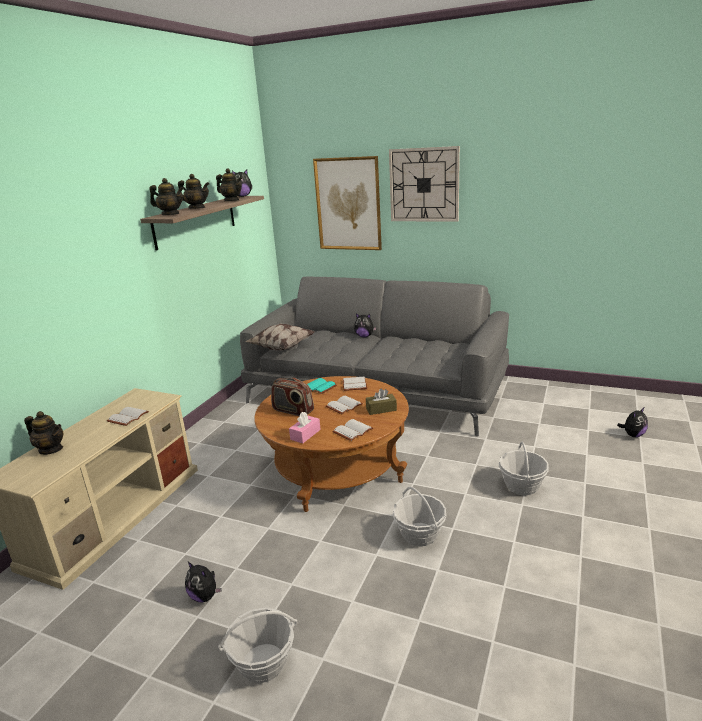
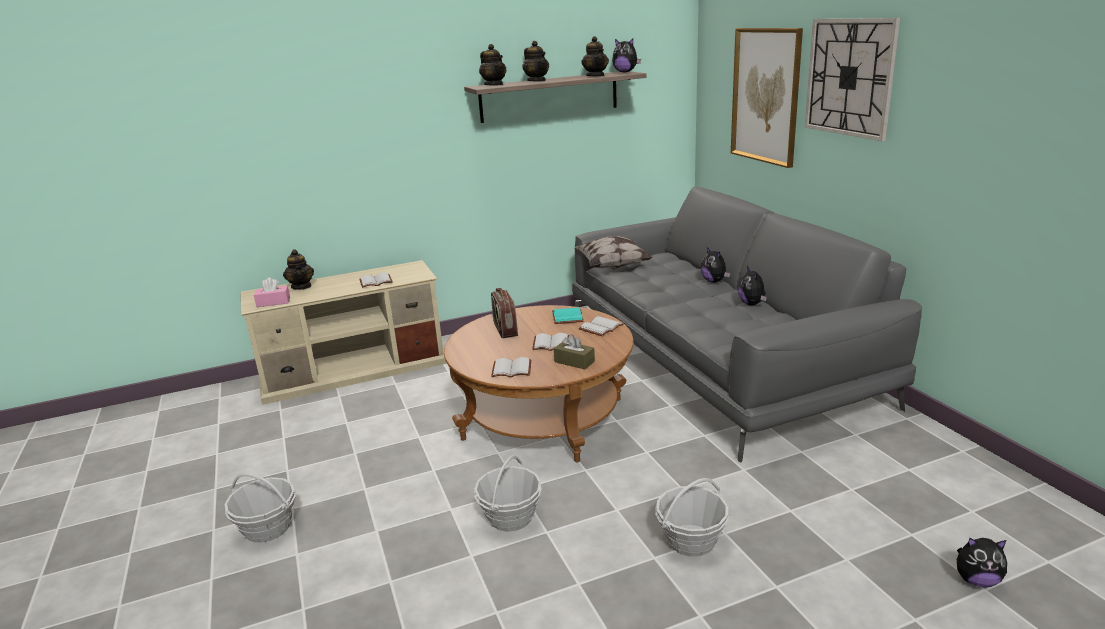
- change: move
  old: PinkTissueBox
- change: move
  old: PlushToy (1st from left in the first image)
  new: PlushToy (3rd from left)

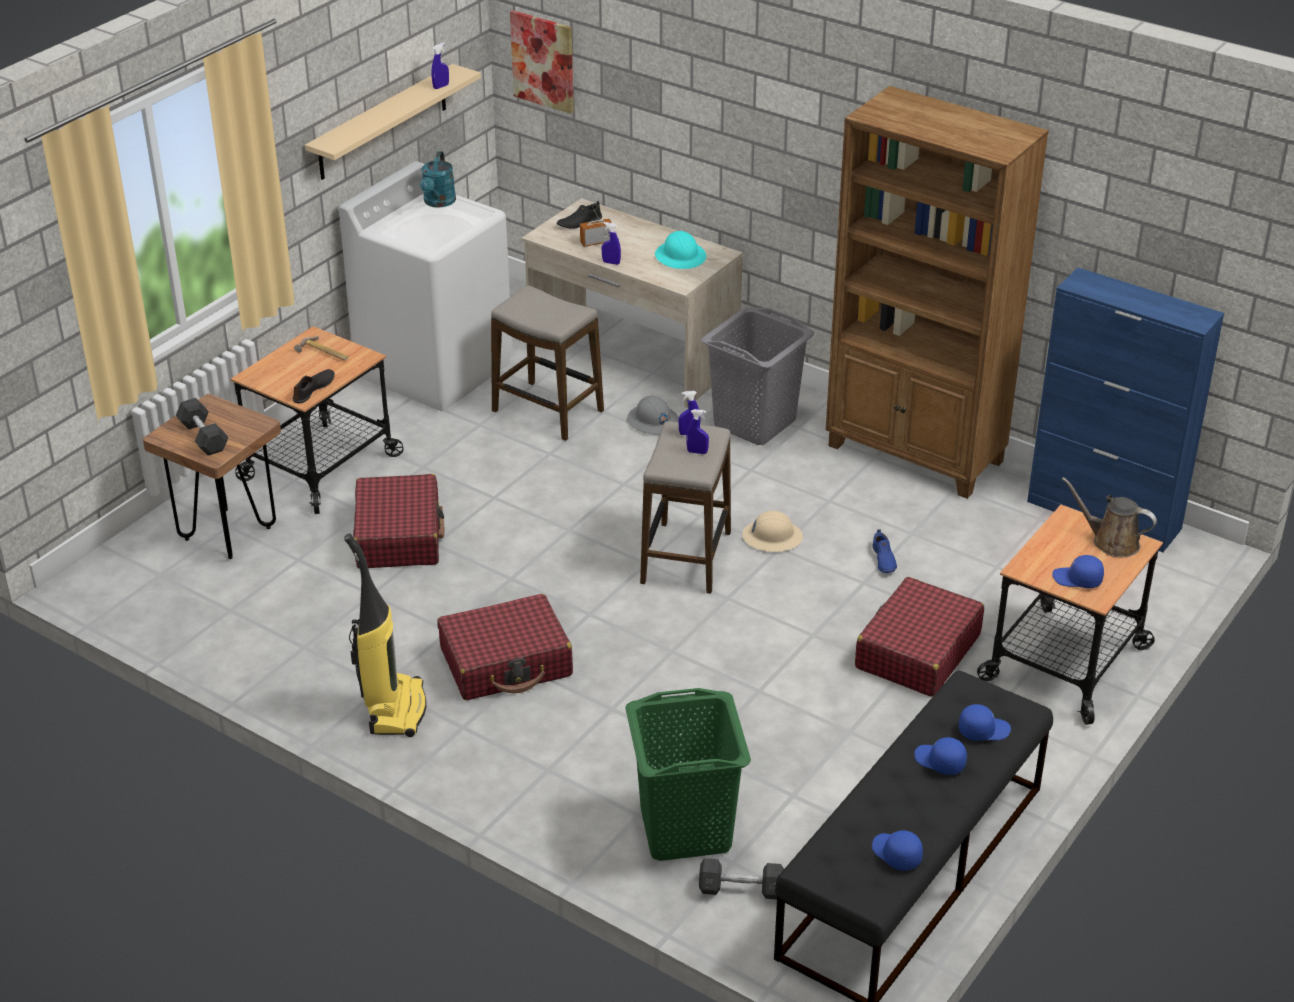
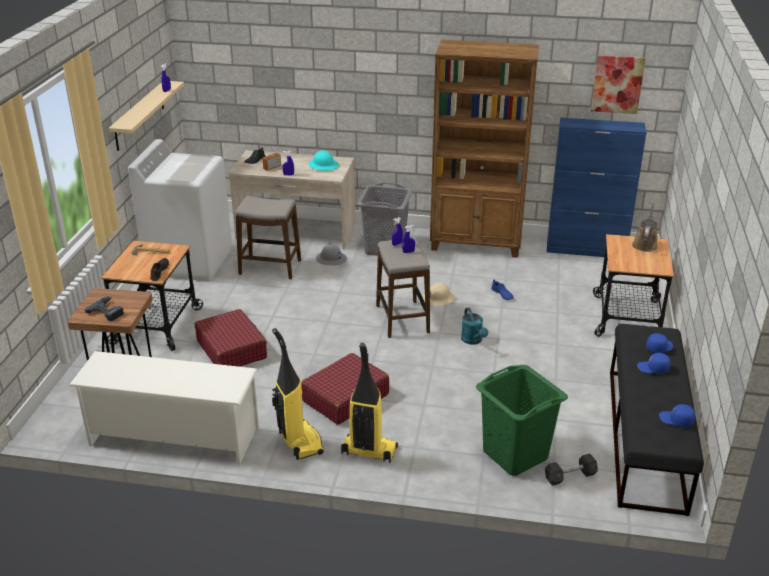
- change: insert
  new: WhiteShoeRack
- change: replace
  old: GreyDumbbell (1st from left)
  new: PowerDrill
- change: insert
  new: VacuumCleaner (2nd from left)
- change: move
  old: TurquoiseWateringCan
- change: move
  old: Picture
- change: rotate
  old: BrownWateringCan
  degrees: 105
- change: delete
  old: RedSuitcase (3rd from left)
- change: delete
  old: BlueCap (4th from left)

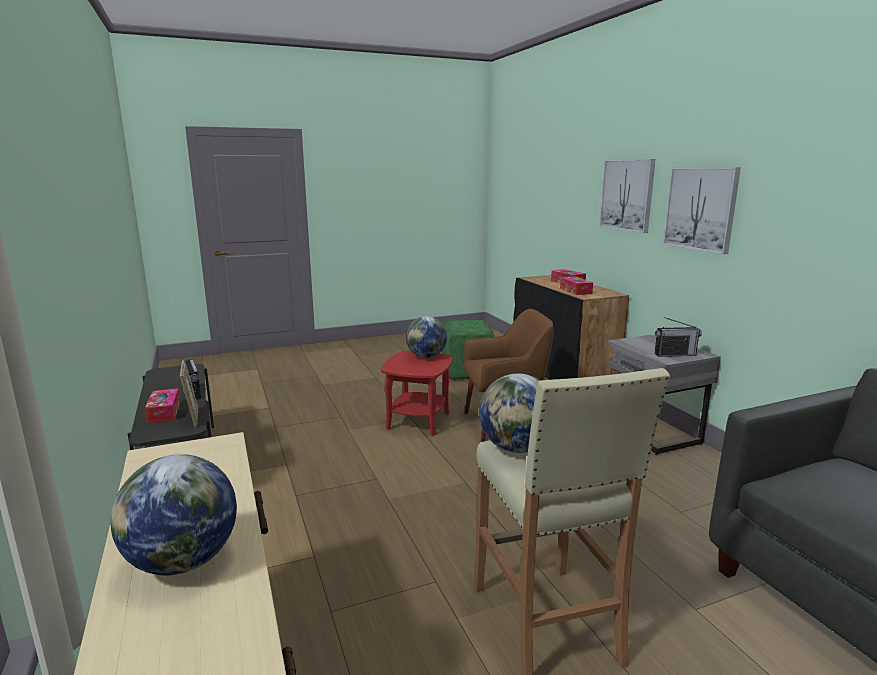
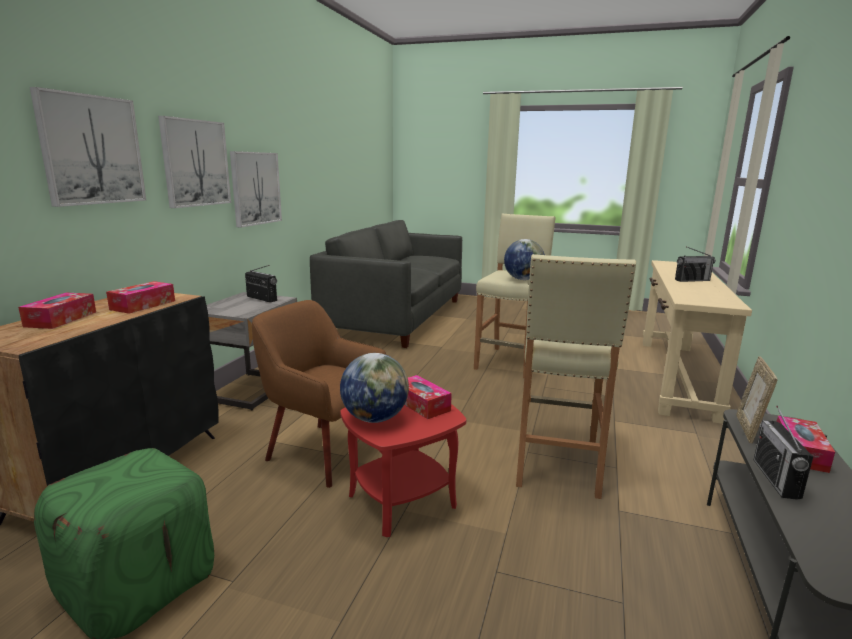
- change: insert
  new: Picture (3rd from left)
- change: insert
  new: TissueBox (3rd from left)
- change: insert
  new: BeigeStool (2nd from left)
- change: replace
  old: Globe (1st from left)
  new: Radio (2nd from left)

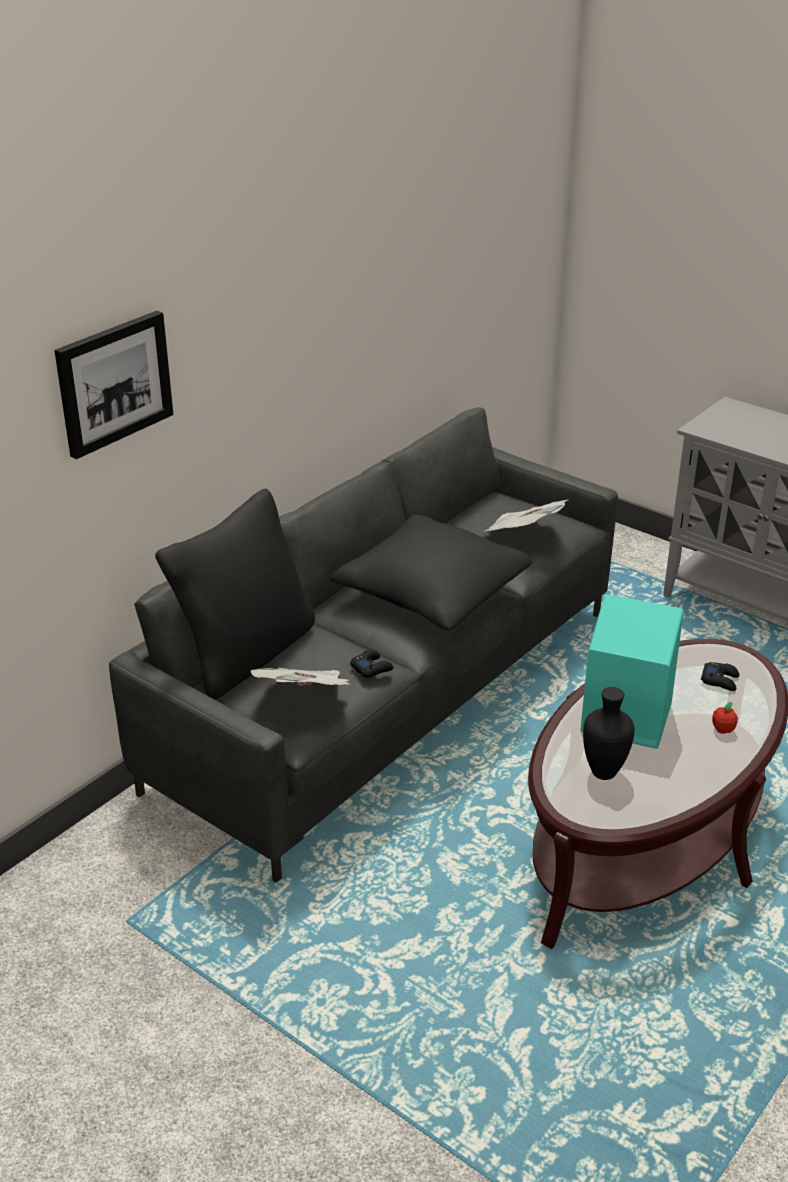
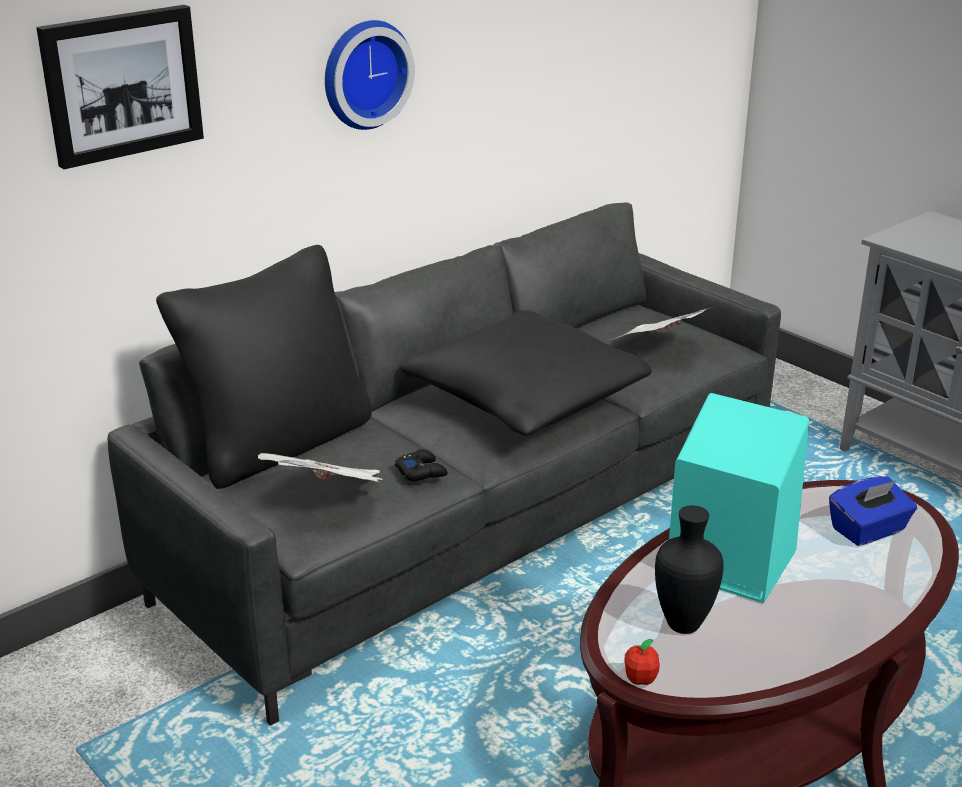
- change: insert
  new: WallClock
- change: move
  old: Apple
- change: replace
  old: BlackGameController (2nd from left)
  new: BlueTissueBox

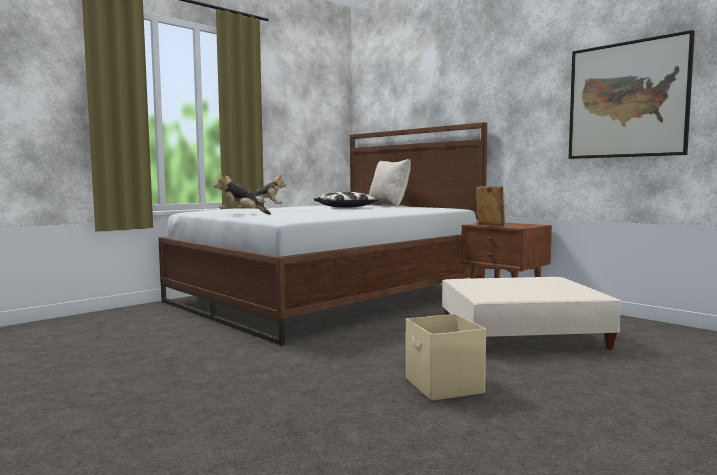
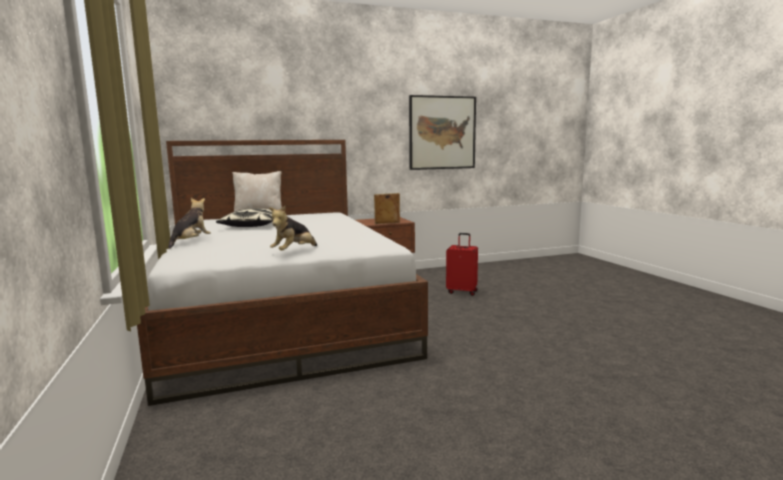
- change: replace
  old: BeigeOttoman
  new: RedSuitcase
- change: delete
  old: BeigeStorageBox

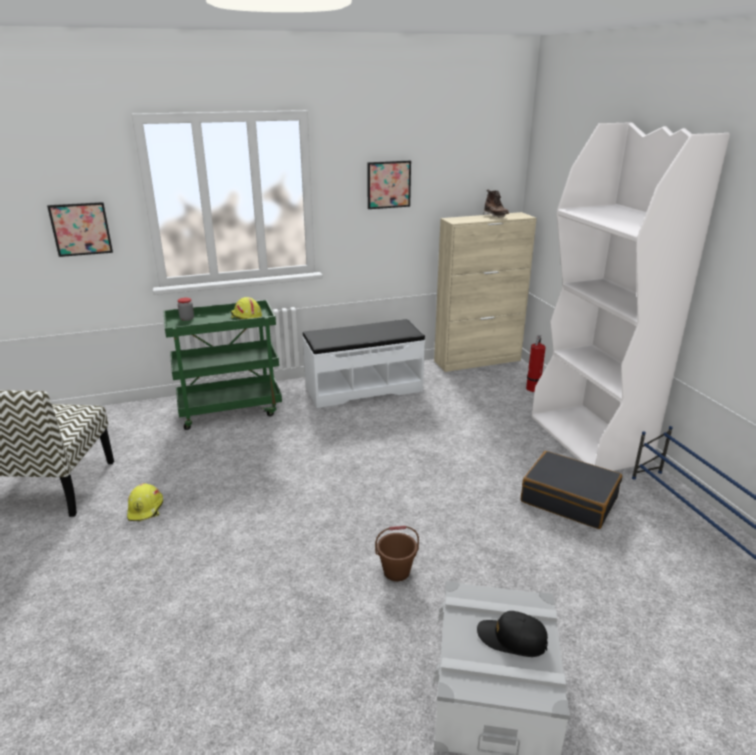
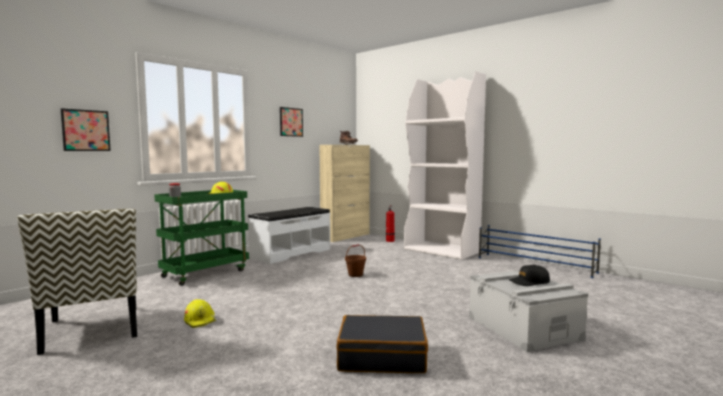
- change: move
  old: BlackSuitcase
- change: move
  old: BrownBucket

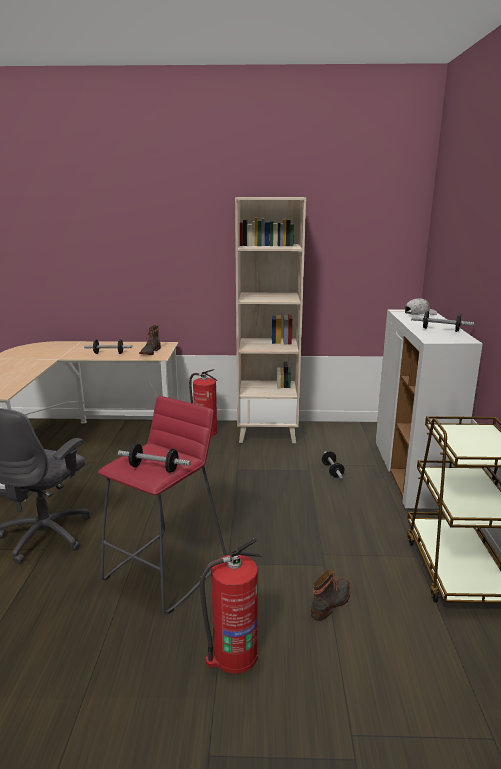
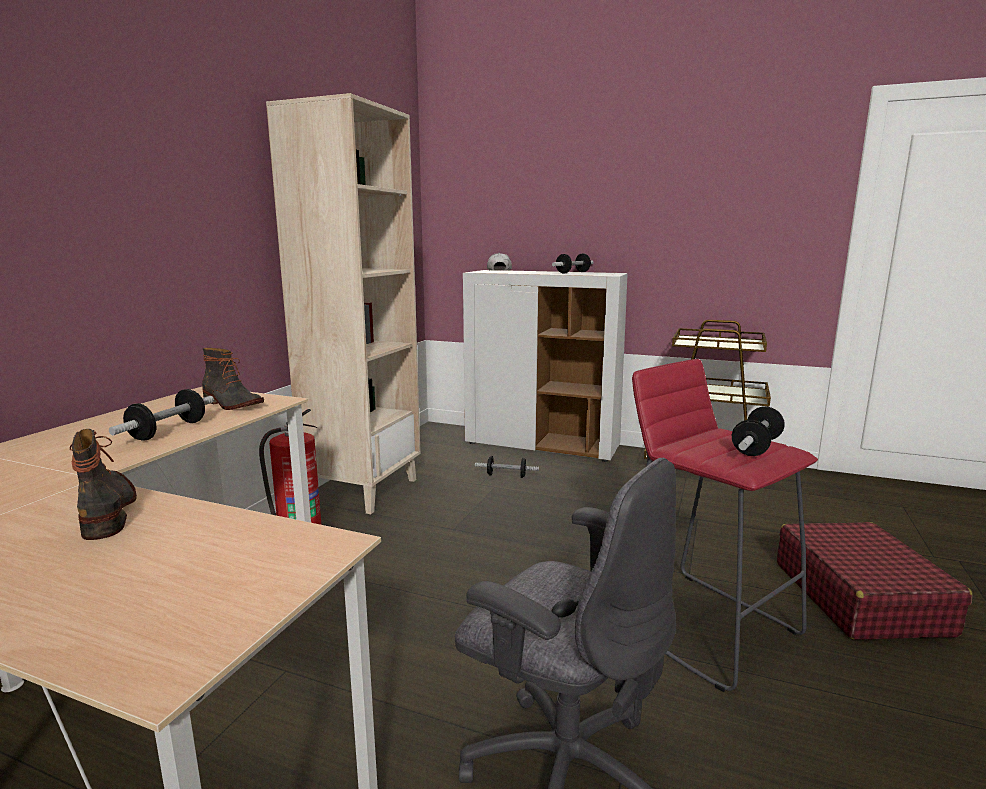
- change: move
  old: Boot (2nd from left in the first image)
  new: Boot (1st from left)
- change: replace
  old: FireExtinguisher (2nd from left)
  new: RedSuitcase

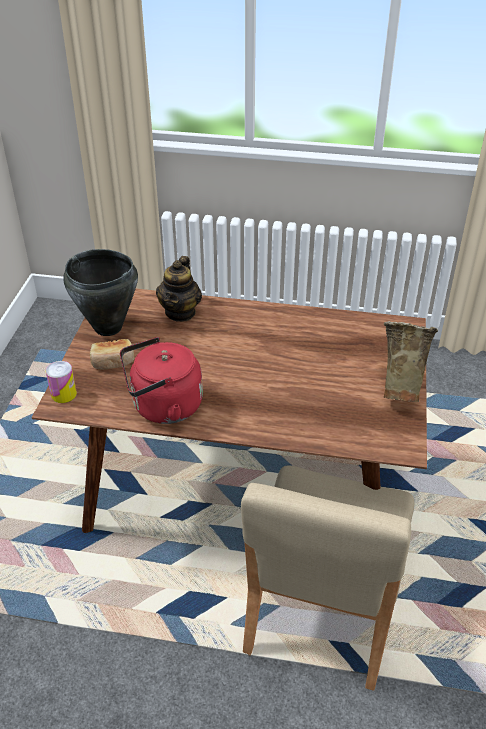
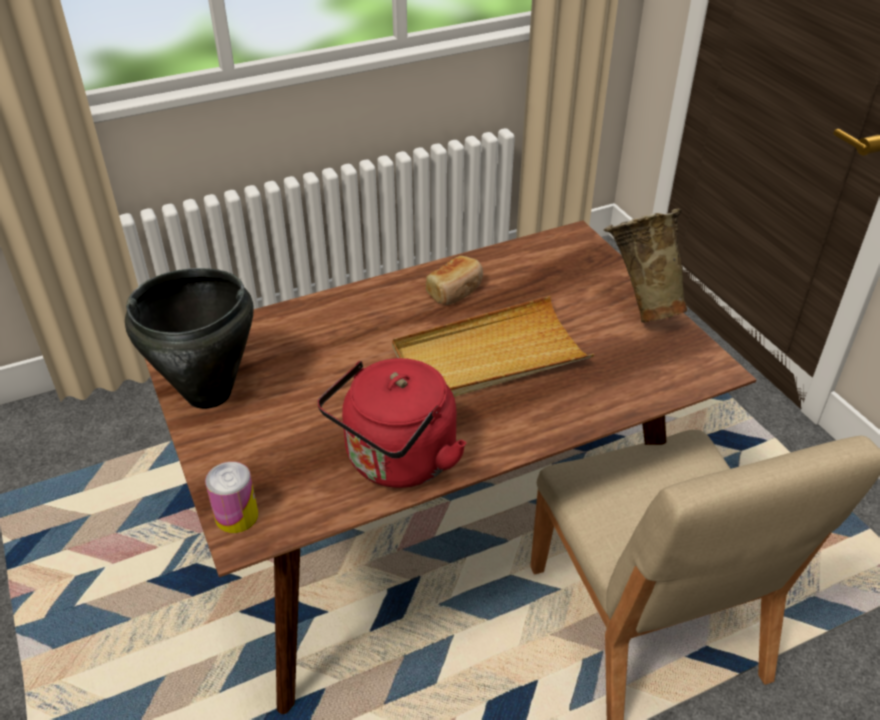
- change: insert
  new: BeigeTray
- change: move
  old: Bread
- change: delete
  old: Teapot

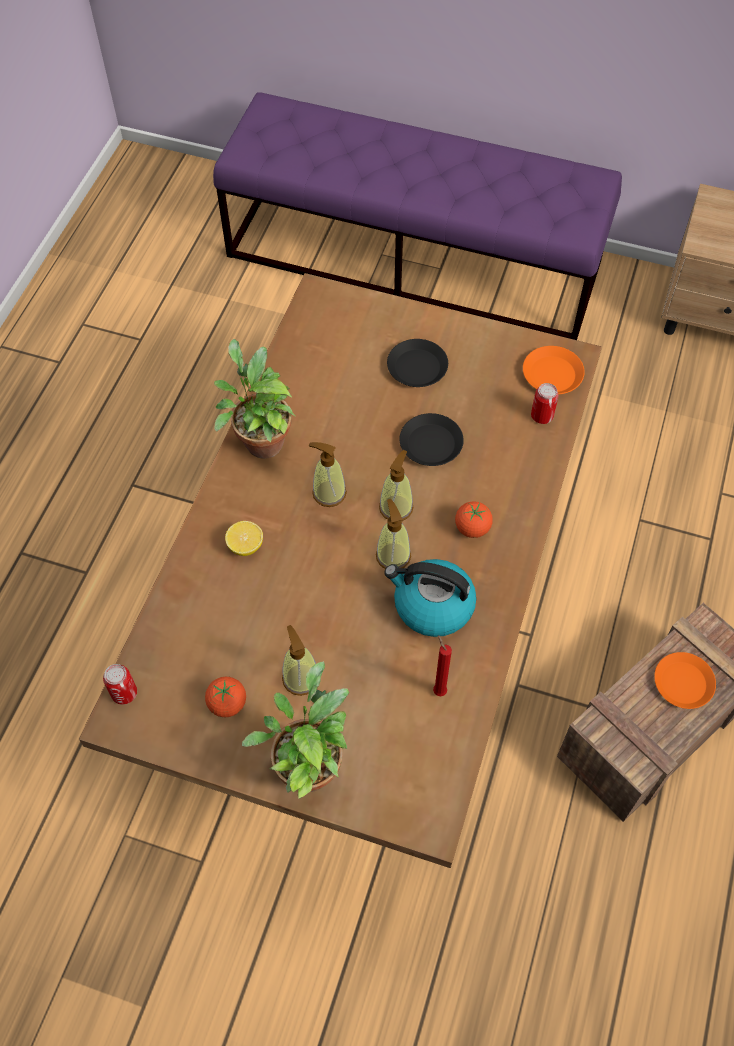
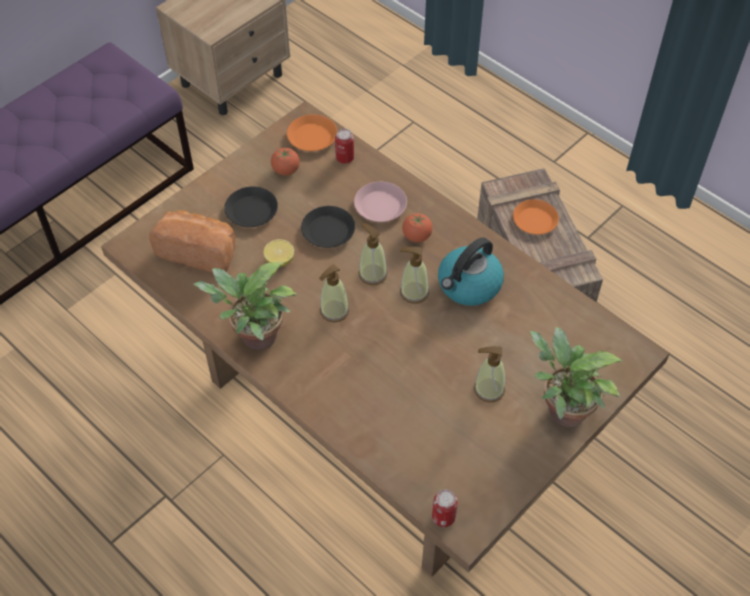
- change: insert
  new: Bread
- change: move
  old: Lemon
- change: move
  old: Tomato (1st from left)
- change: insert
  new: PinkPlate
- change: delete
  old: RedCandle

